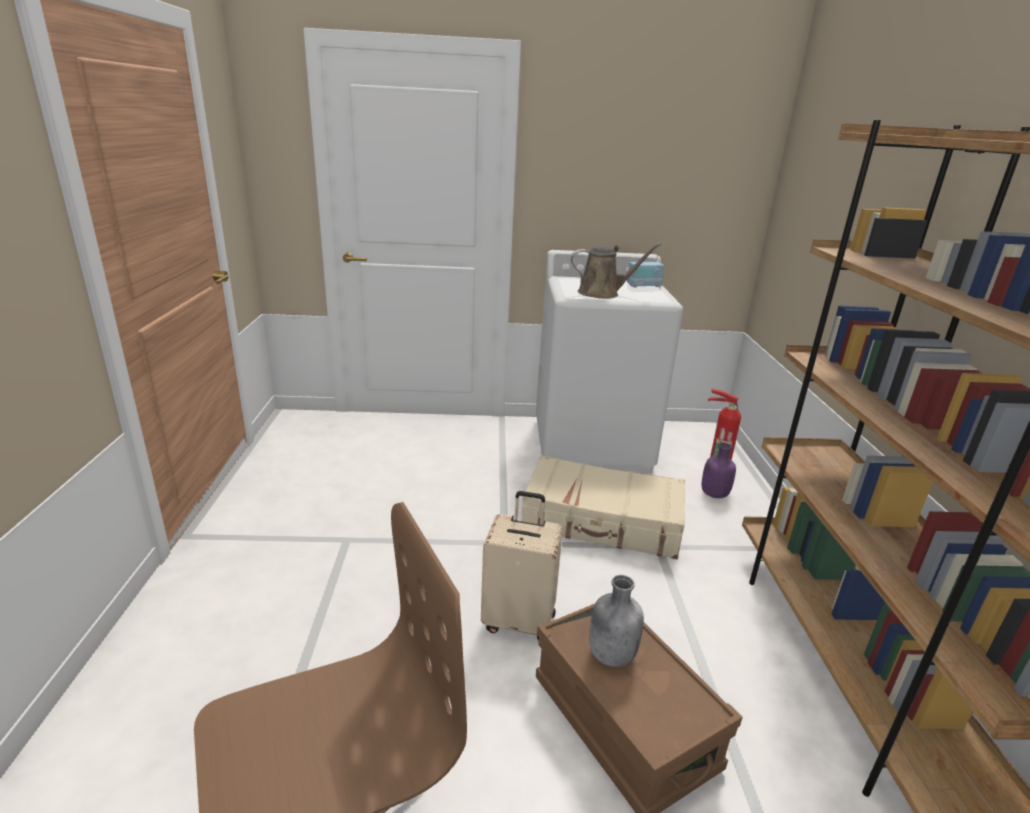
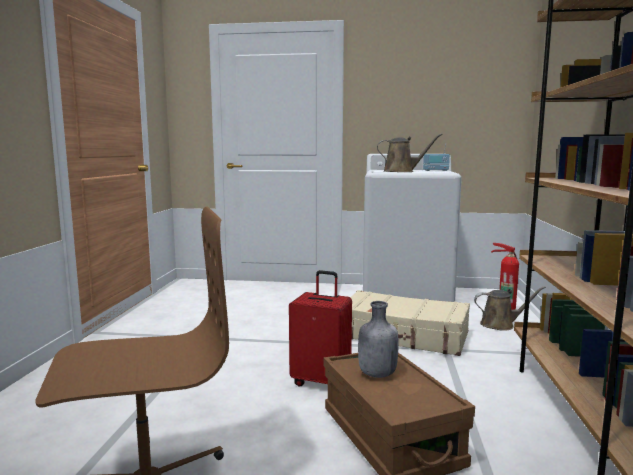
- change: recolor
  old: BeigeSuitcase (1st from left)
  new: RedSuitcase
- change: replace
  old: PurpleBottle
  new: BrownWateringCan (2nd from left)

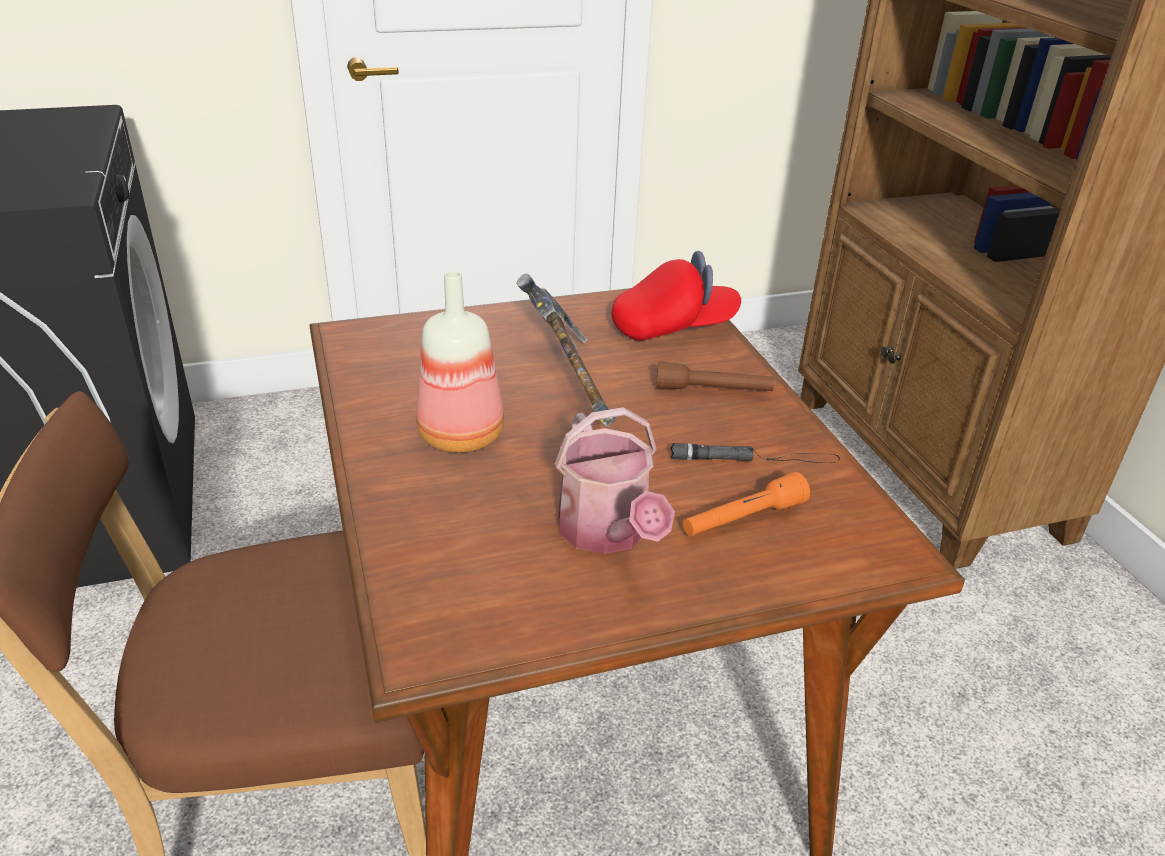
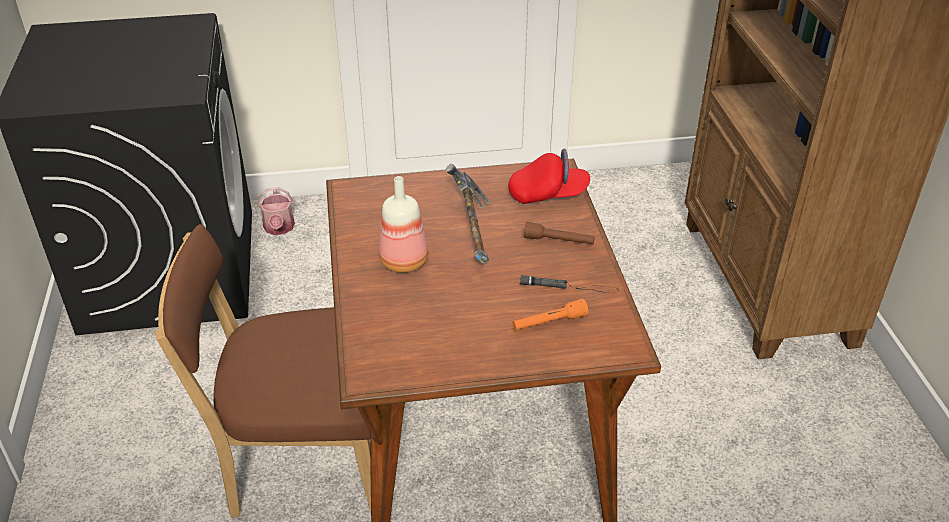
- change: move
  old: WateringCan

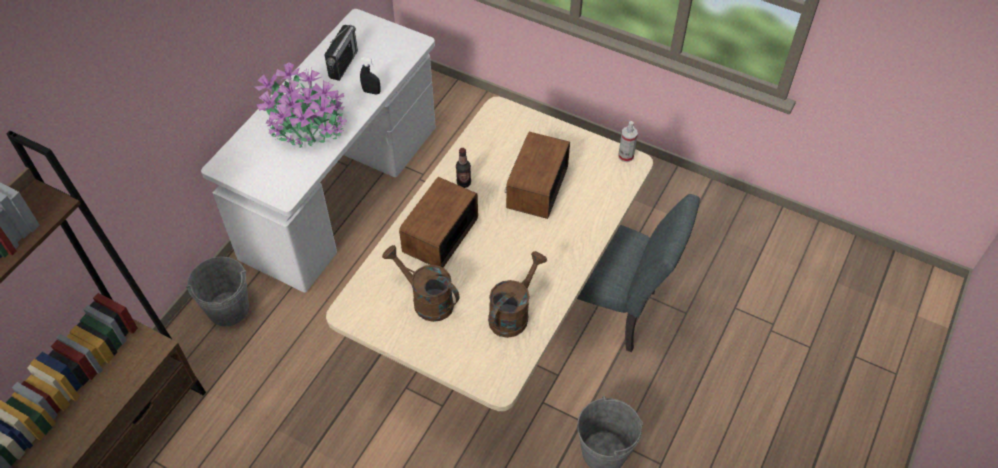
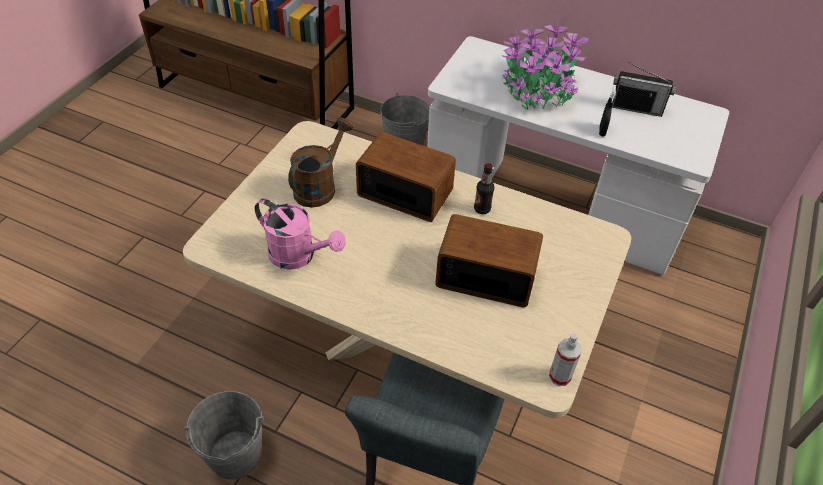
- change: recolor
  old: BrownWateringCan (2nd from left)
  new: PinkWateringCan

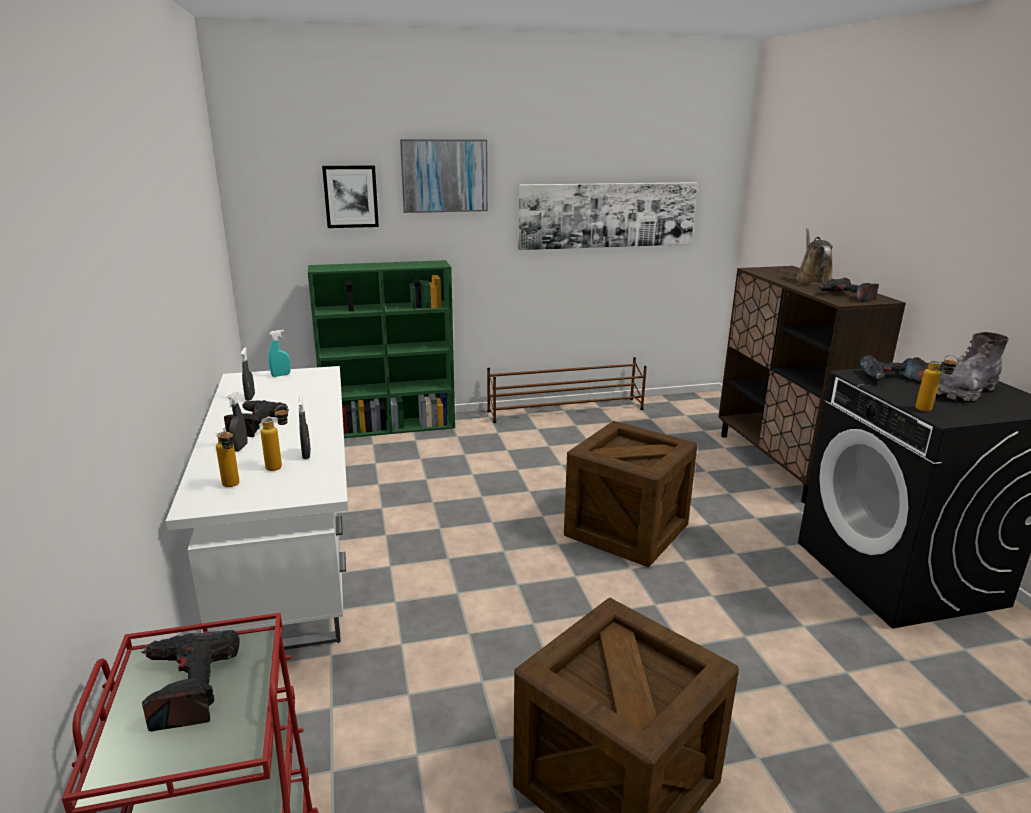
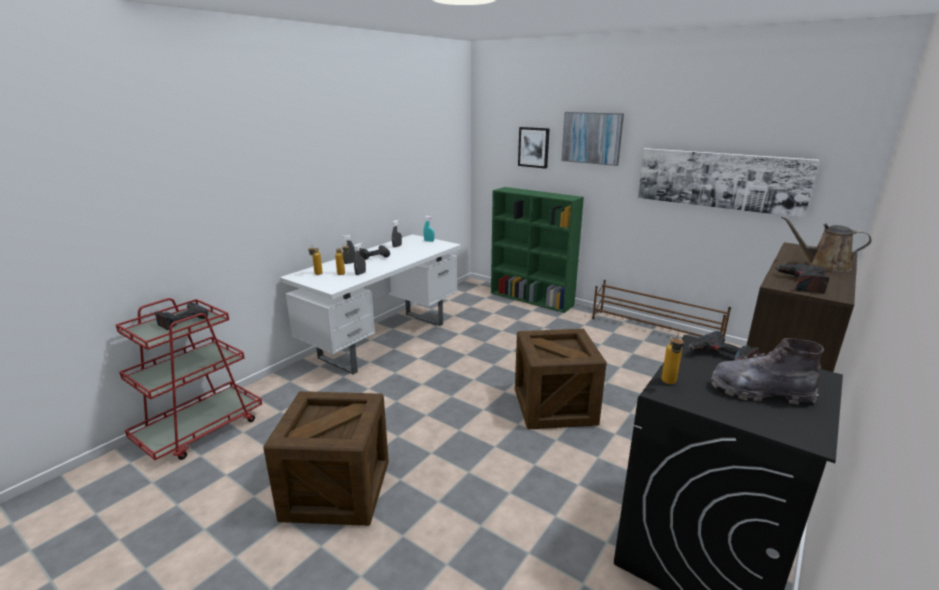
- change: rotate
  old: BrownWateringCan
  degrees: -120

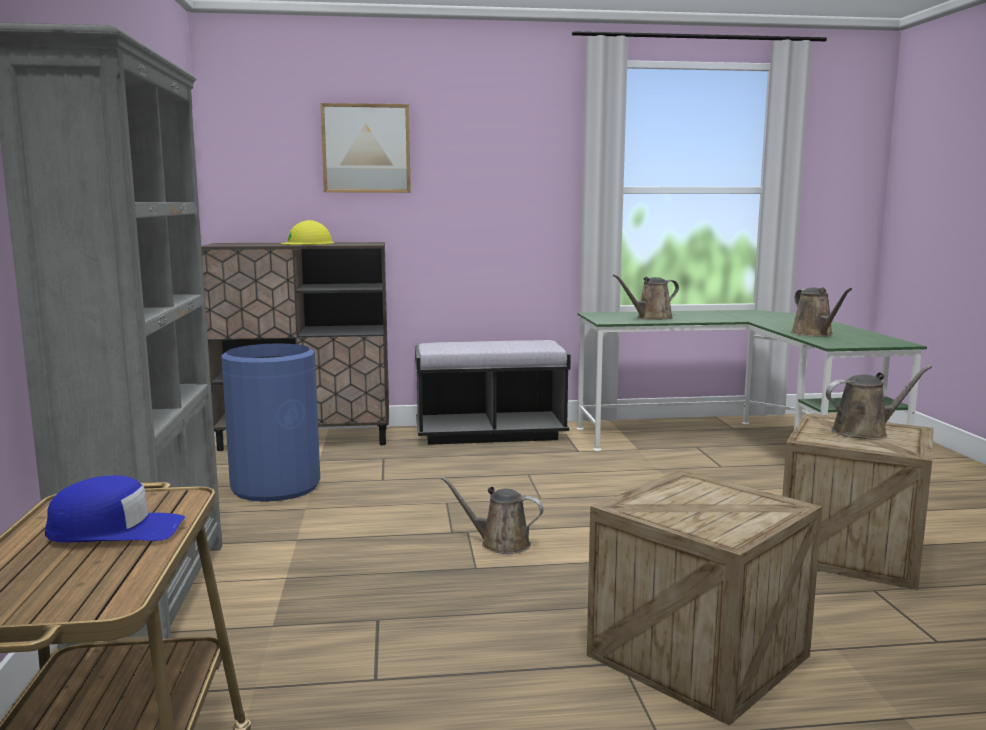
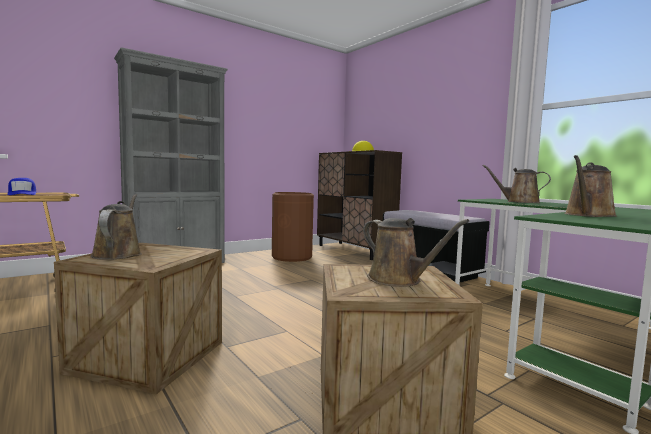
- change: move
  old: BrownWateringCan (1st from left)
- change: recolor
  old: BlueTrashCan
  new: BrownTrashCan
- change: delete
  old: Picture

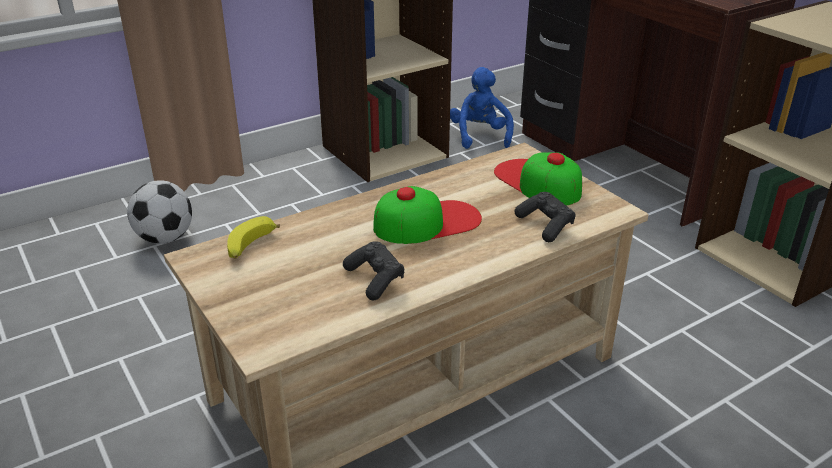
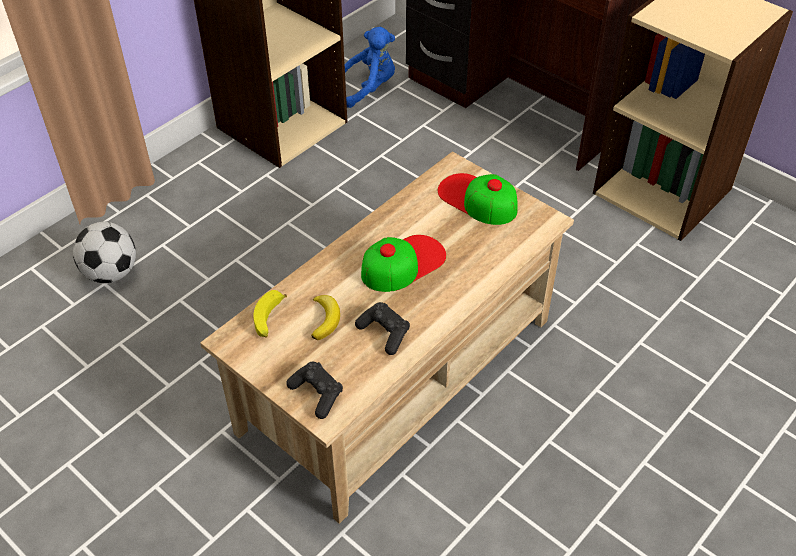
- change: move
  old: BlackGameController (2nd from left in the first image)
  new: BlackGameController (1st from left)
- change: insert
  new: Banana (2nd from left)
- change: rotate
  old: BluePlushToy
  degrees: 90

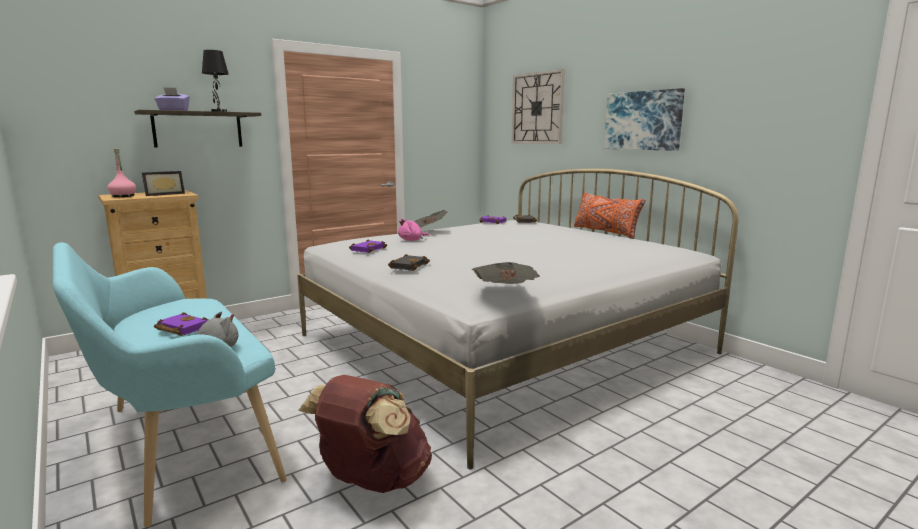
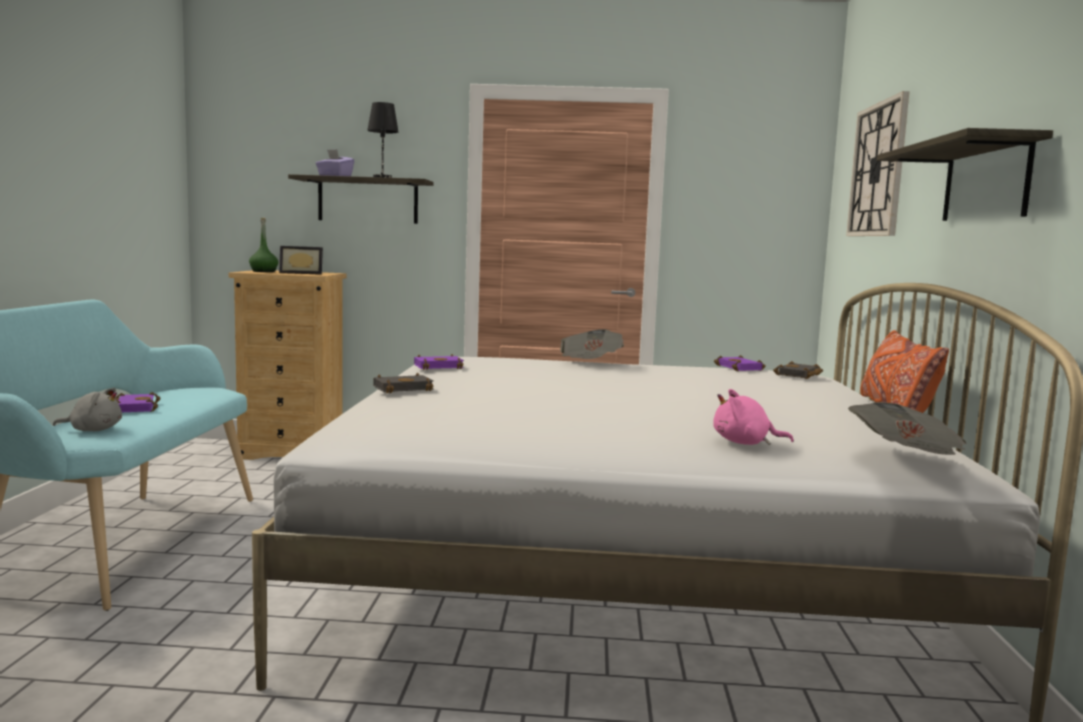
- change: recolor
  old: PinkBottle
  new: GreenBottle
- change: move
  old: PinkPlushToy
- change: move
  old: Newspaper (2nd from left)
- change: replace
  old: Picture
  new: Shelf (2nd from left)
- change: delete
  old: BrownBackpack

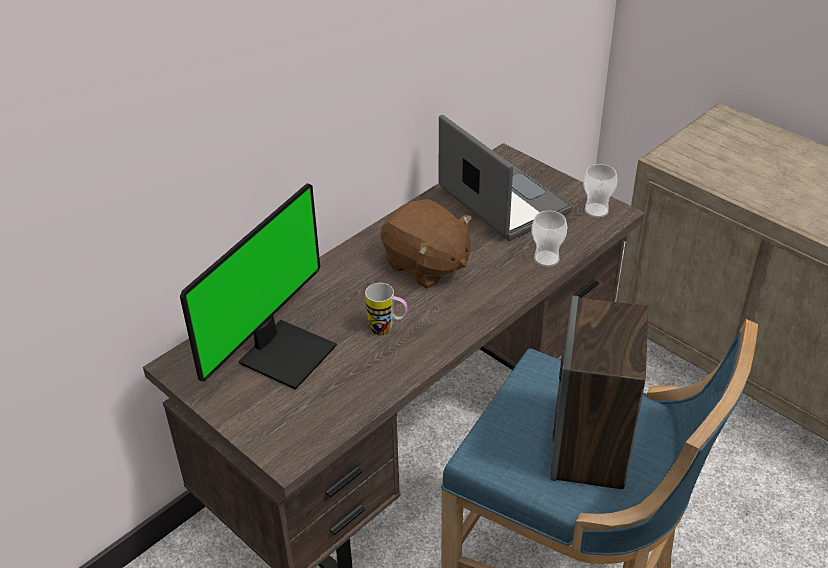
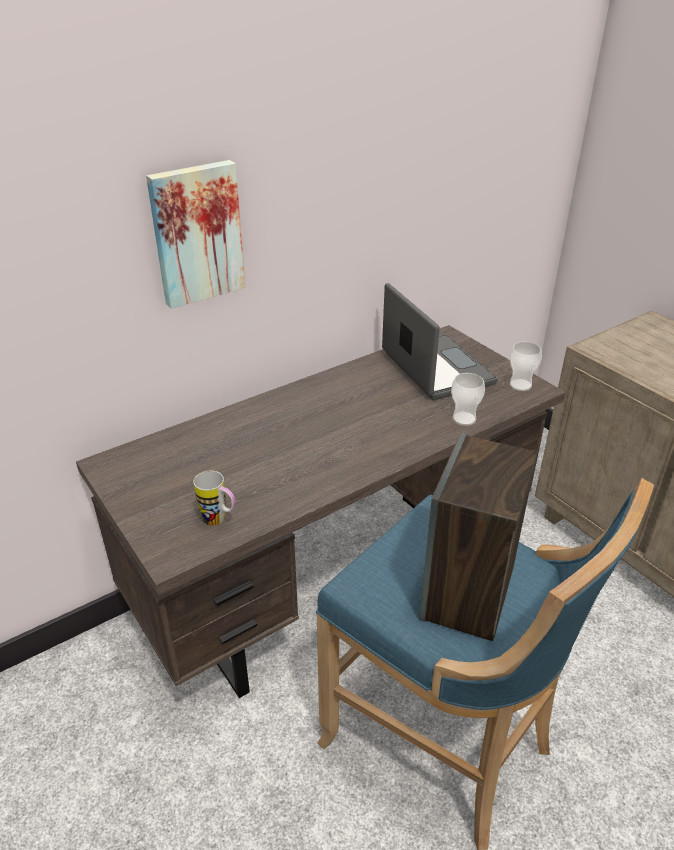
- change: insert
  new: Picture
- change: move
  old: Mug
- change: delete
  old: Monitor
- change: delete
  old: BrownPlushToy

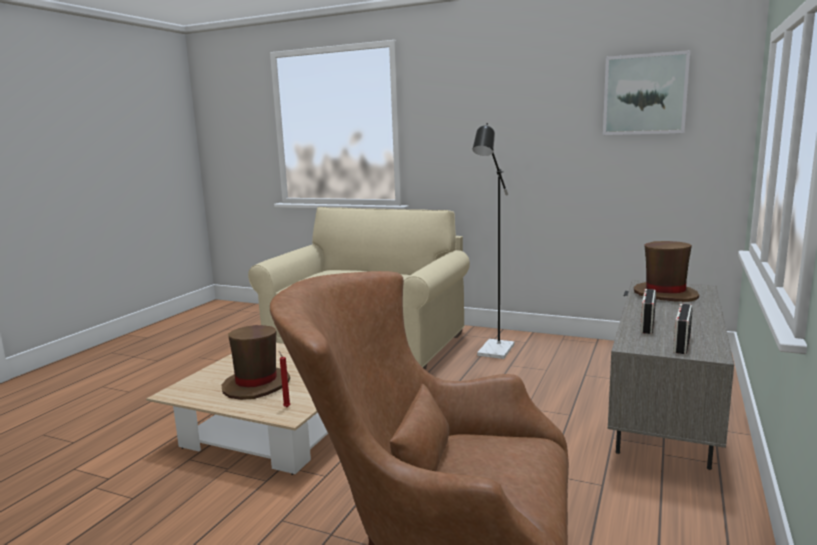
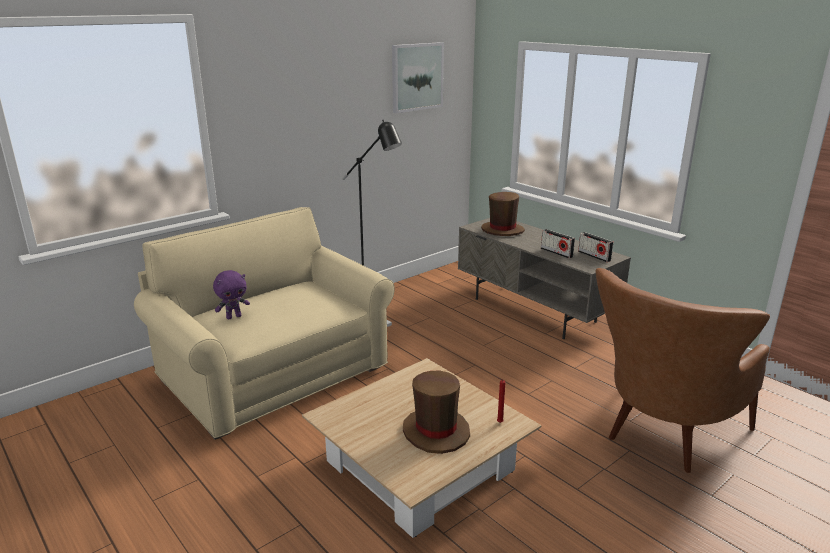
- change: insert
  new: PurplePlushToy

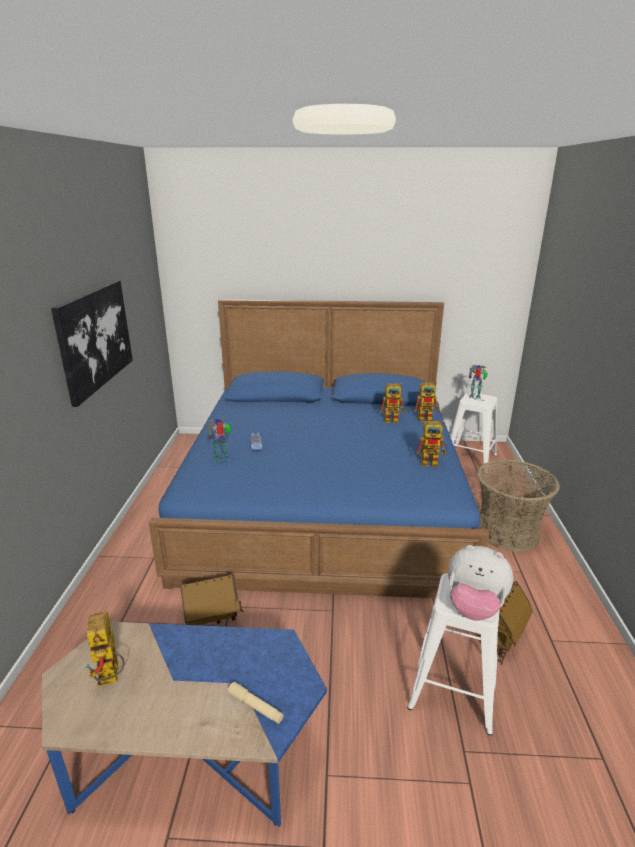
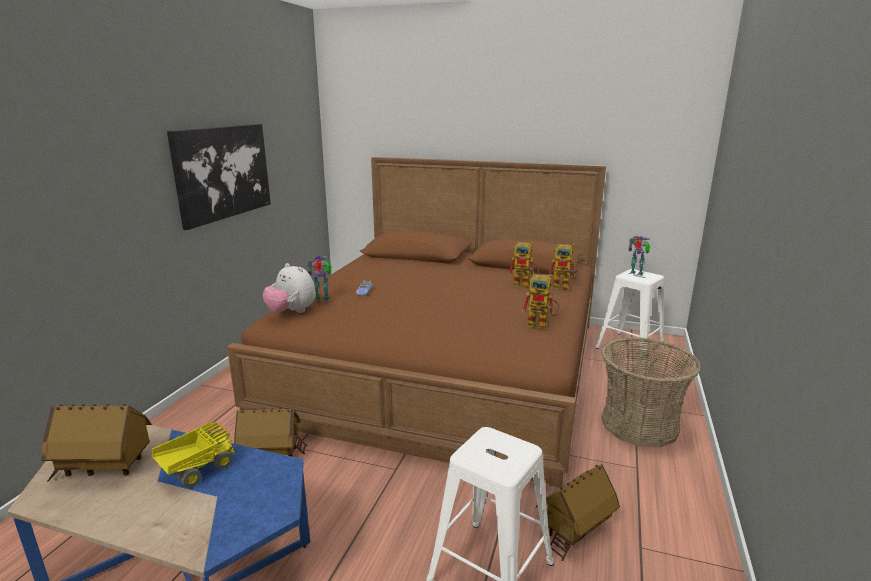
- change: replace
  old: ToyRobot (1st from left)
  new: ToyHouse (1st from left)
- change: insert
  new: ToyTruck
- change: recolor
  old: BlueBed
  new: BrownBed
- change: move
  old: PlushToy
- change: delete
  old: BeigeFlashlight

